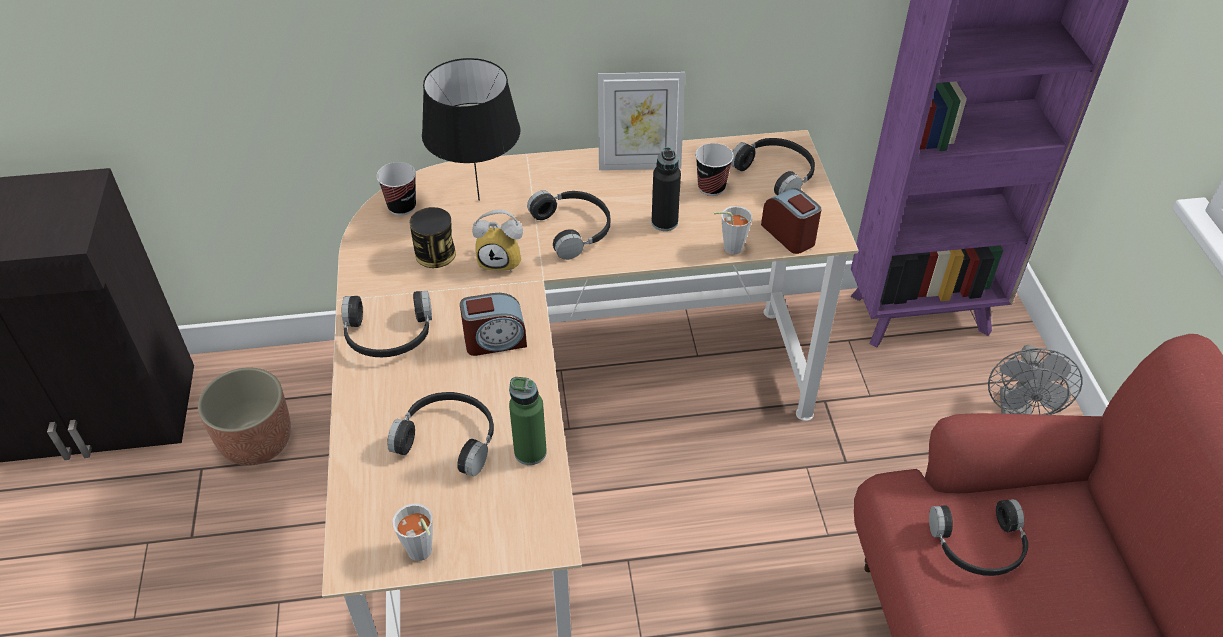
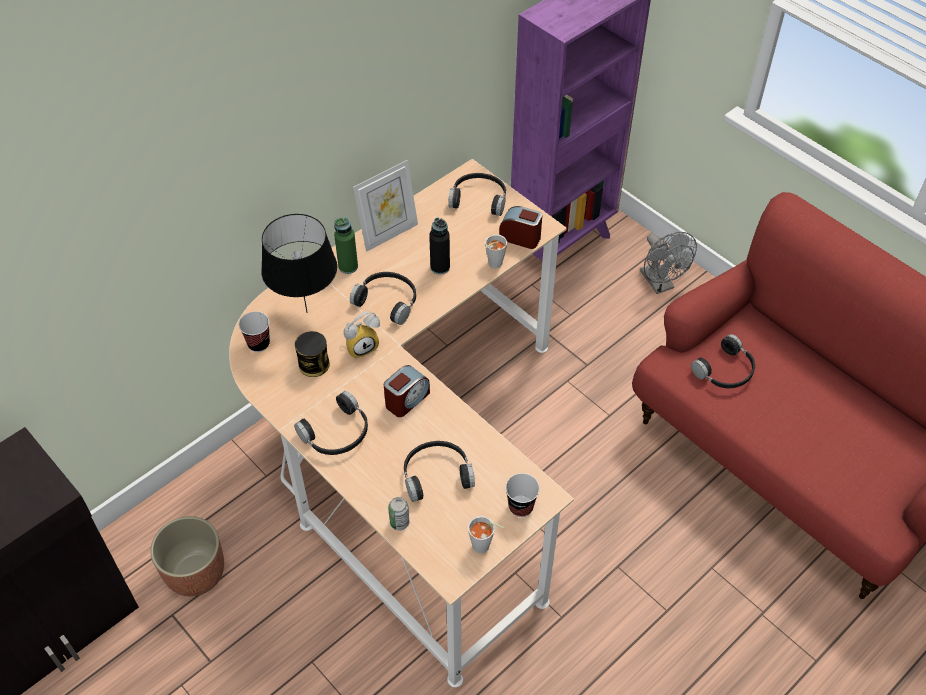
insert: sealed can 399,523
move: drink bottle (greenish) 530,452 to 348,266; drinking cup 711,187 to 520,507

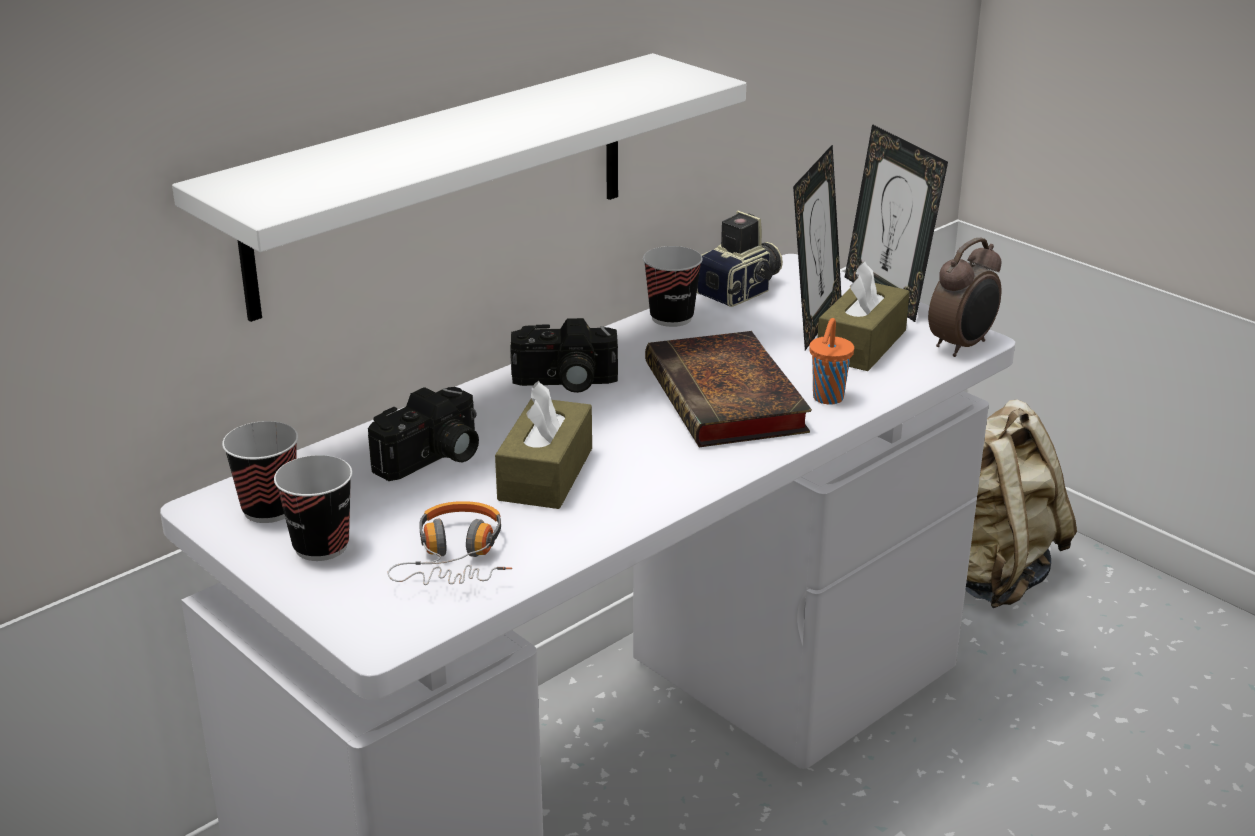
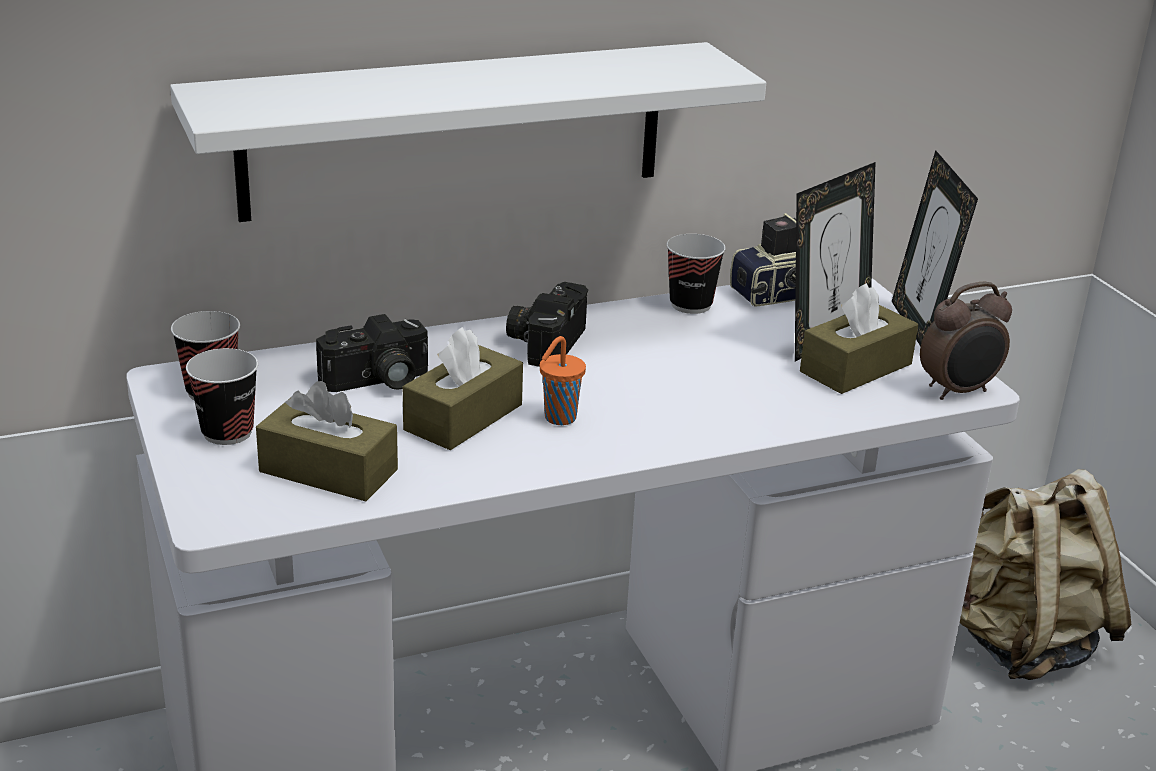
delete: volume 728,401
move: drinking cup (orange) 827,399 to 558,418
replace: pair of headphones 456,559 to box of tissues (brownish) 328,471
rotate: photo camera 564,382 = 545,341 90 degrees clockwise

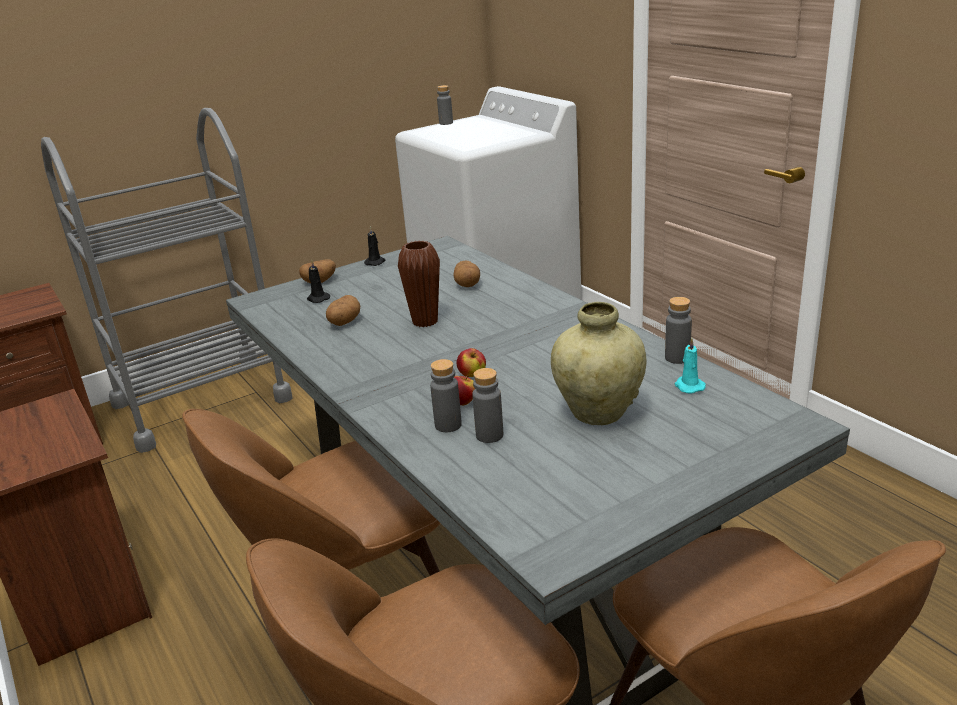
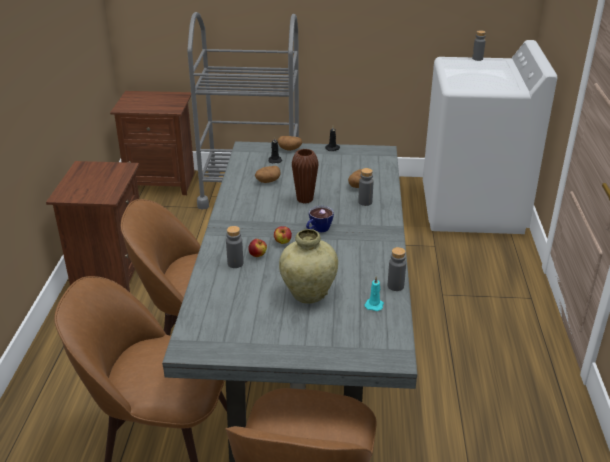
insert: drinking cup 318,229
move: drink bottle (greyish) 489,435 to 365,202

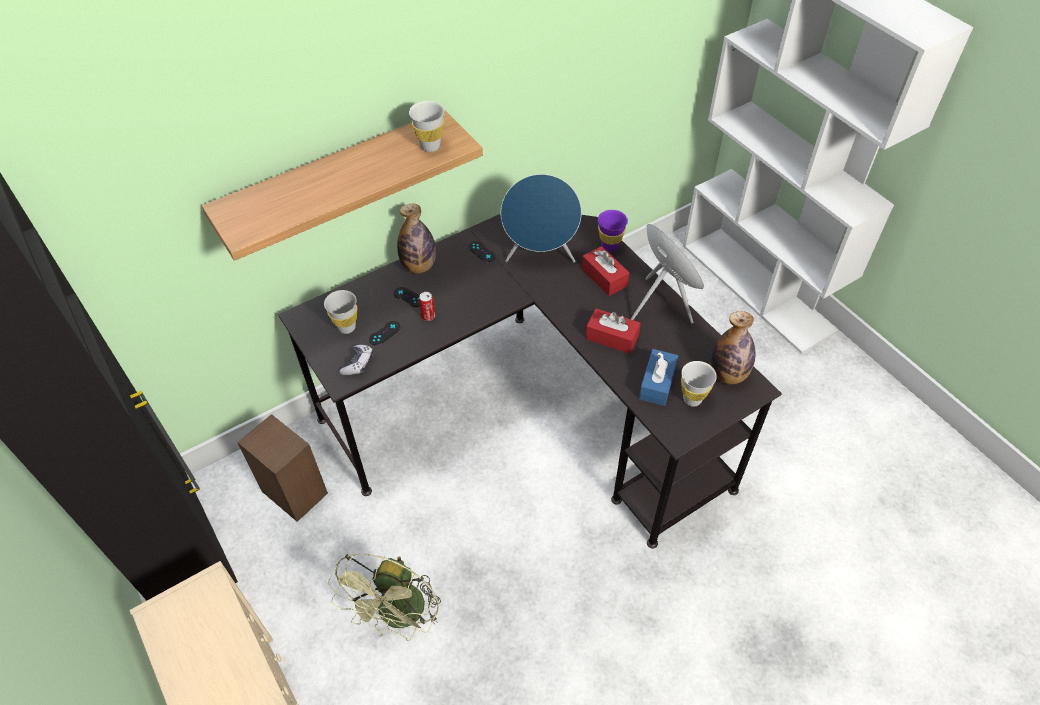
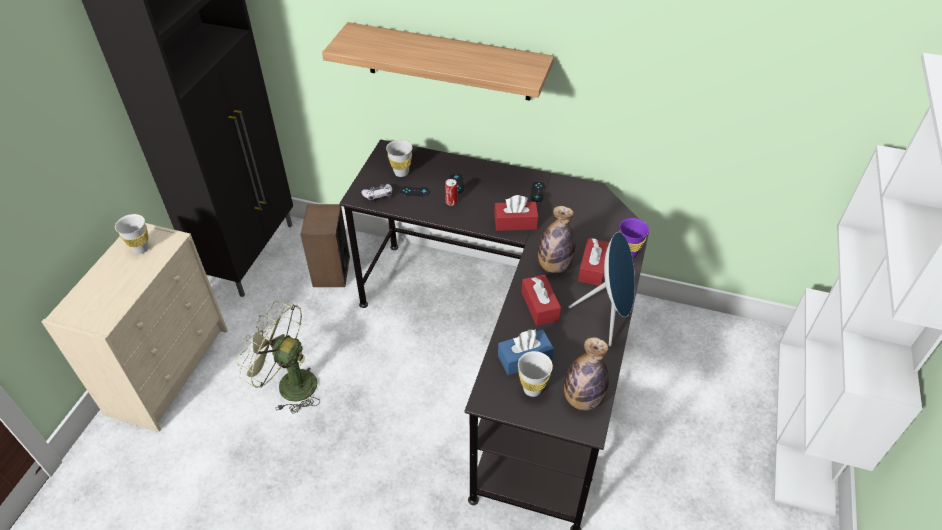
delete: speaker (blue) 540,256
insert: box of tissues (red) 515,222
move: drink bottle 419,266 to 554,266; drinking cup (whitish) 430,146 to 141,248
rotate: cooling fan (greenish) 399,617 = 289,384 45 degrees clockwise

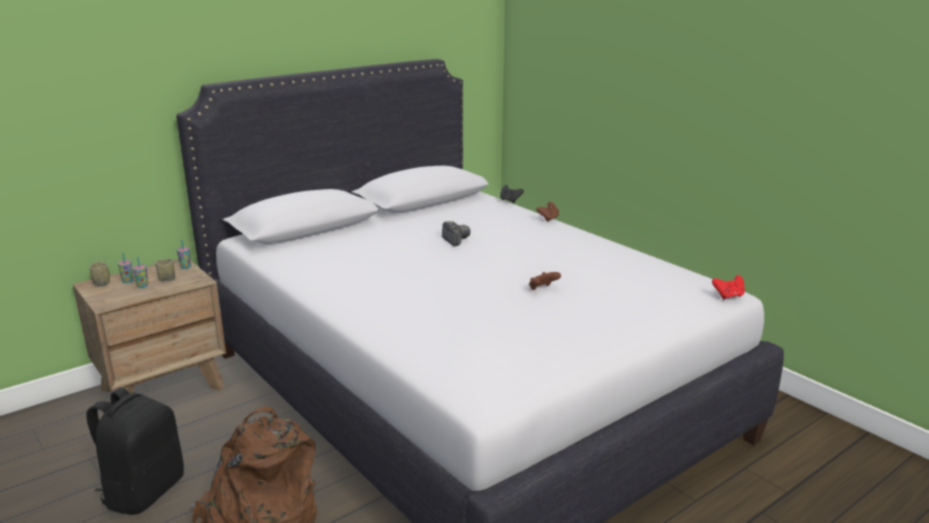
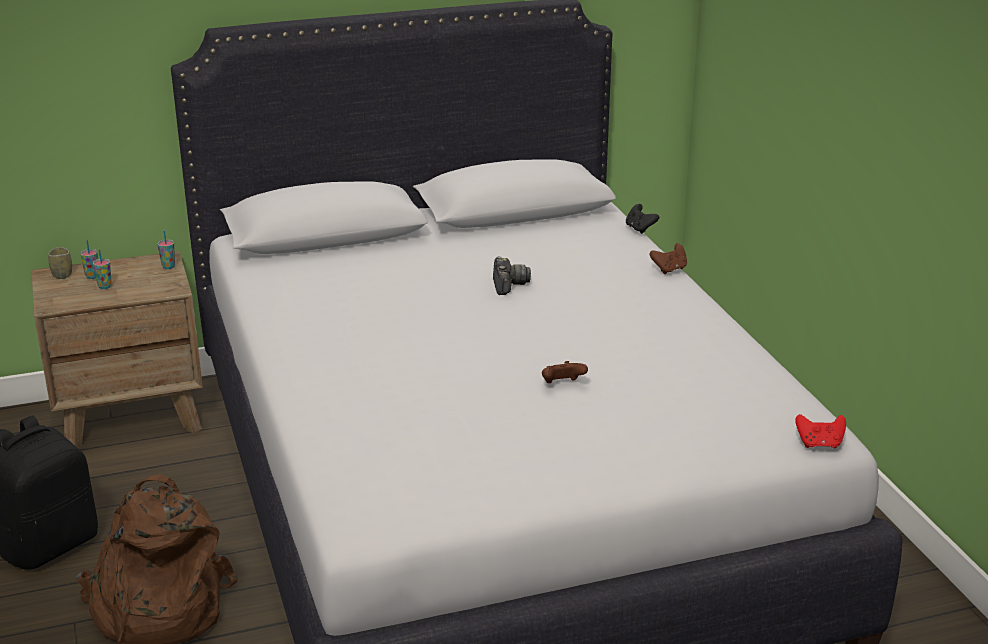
delete: drinking cup 167,279

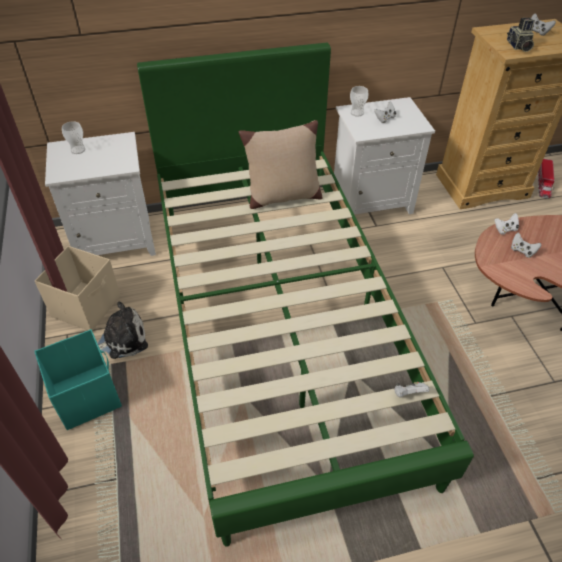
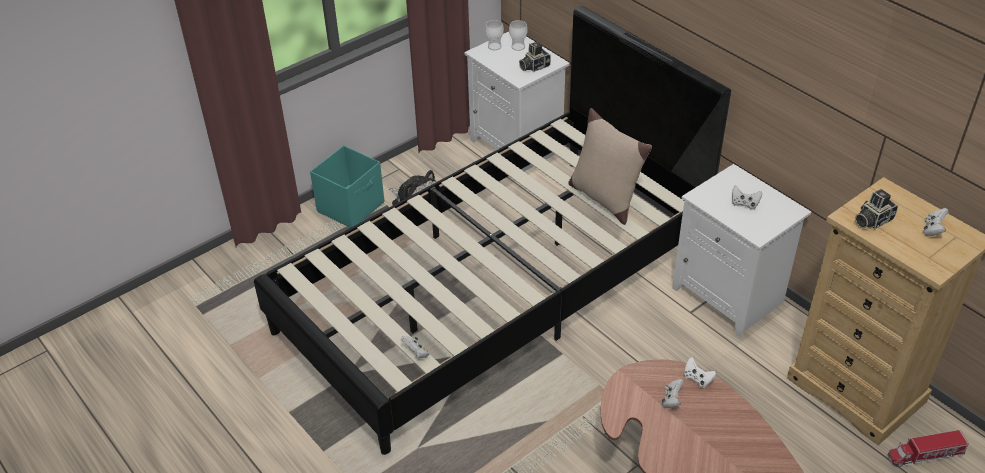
delete: storage bin (sand-coloured) 87,306
insert: photo camera 534,66
move: drinking cup 357,113 to 494,46
recolor: bed (greenish) 280,326 to bed (black-coloured) 494,288

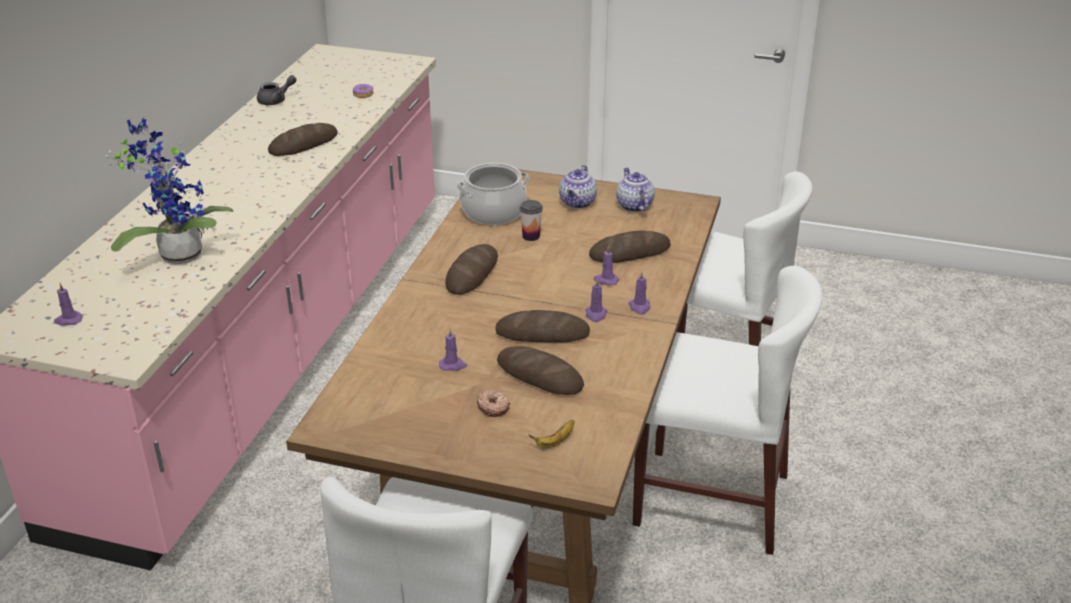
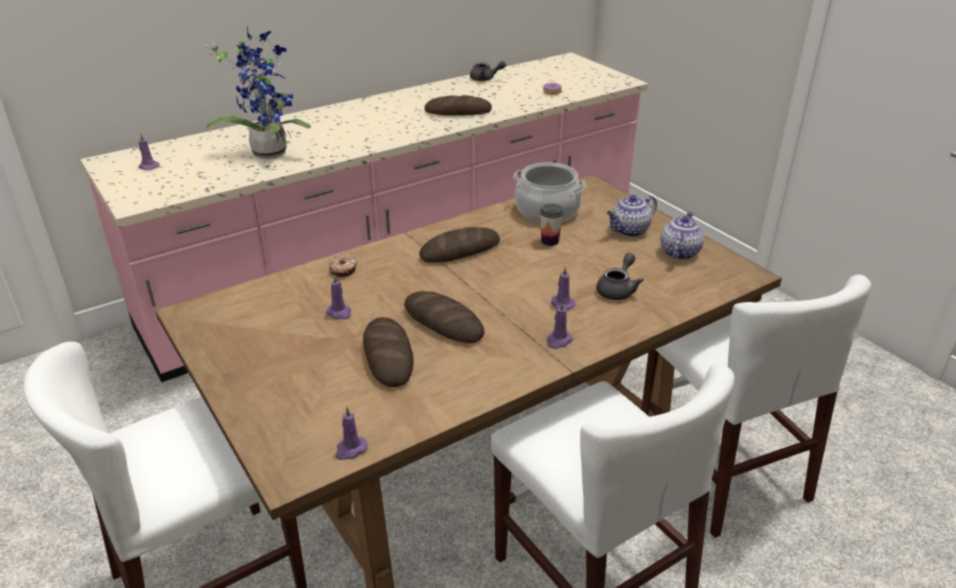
delete: banana fruit 555,442
move: doughnut 493,407 to 344,269; wax candle (purple) 596,315 to 350,449
replace: baked bread 629,252 to teapot (greyish) 618,289

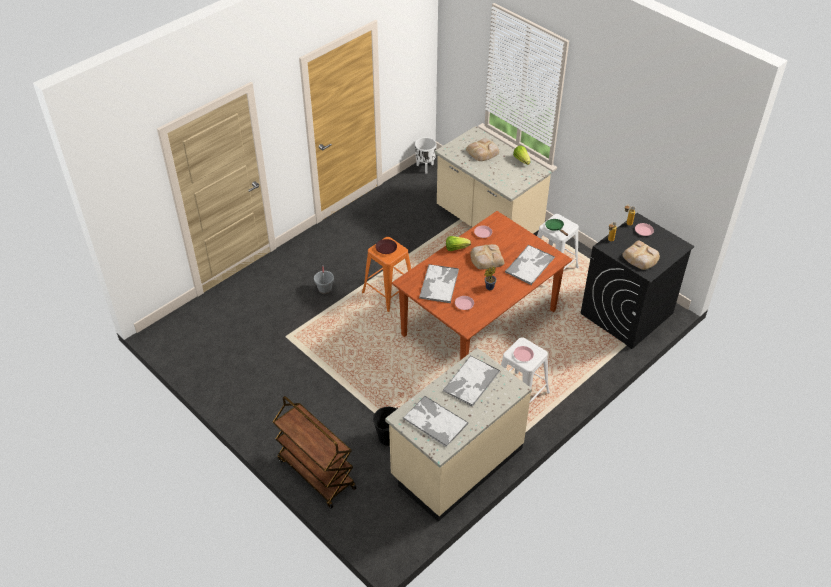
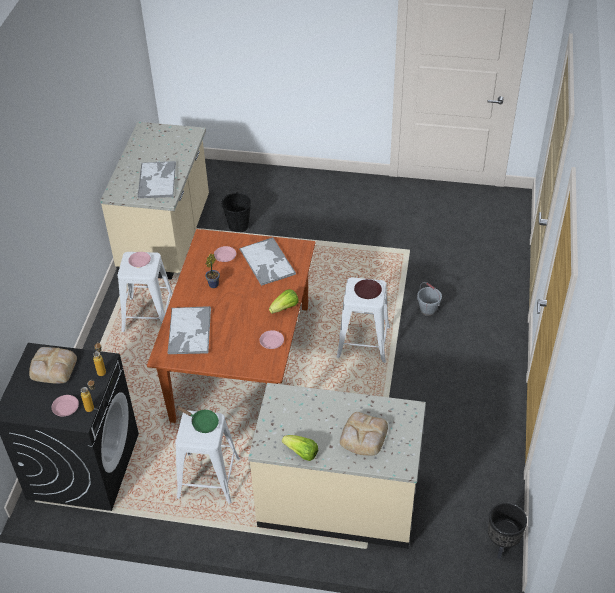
delete: wheeled cart (brownish) 316,473; tray 434,421; baked bread 486,258
recolor: sitting stool (orange) 389,292 to sitting stool (whitish) 363,342; flower pot (whitish) 425,167 to flower pot (black-coloured) 502,545

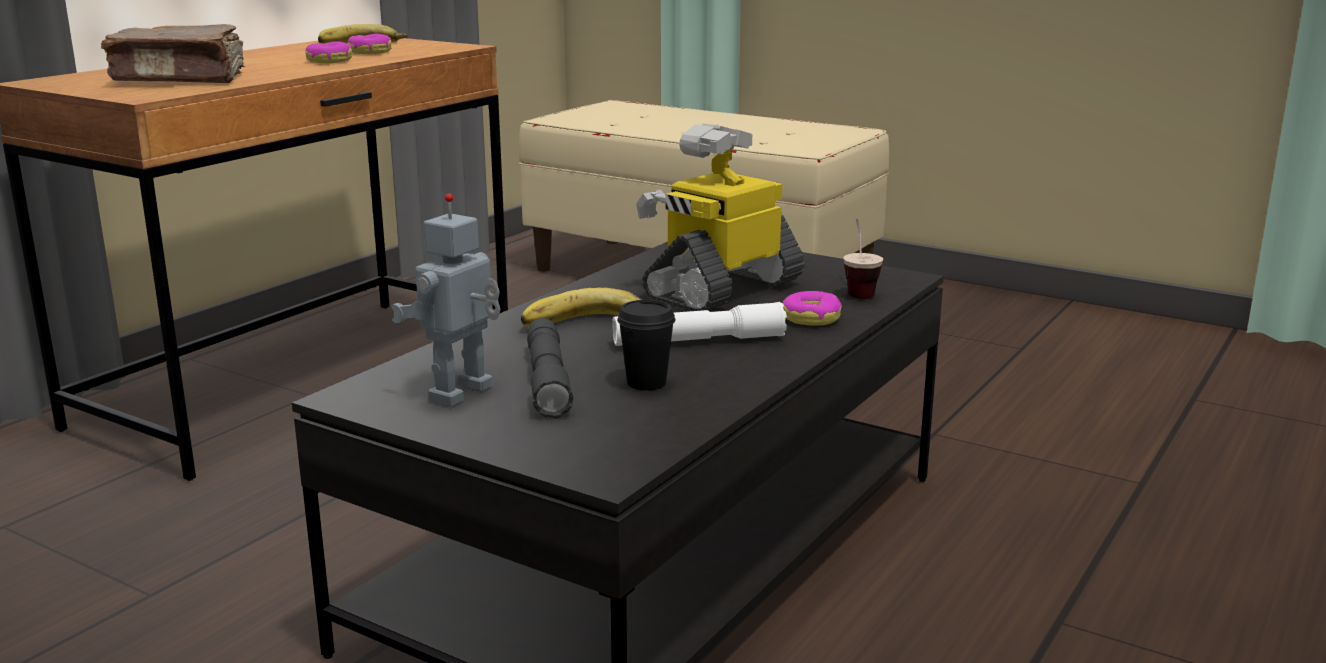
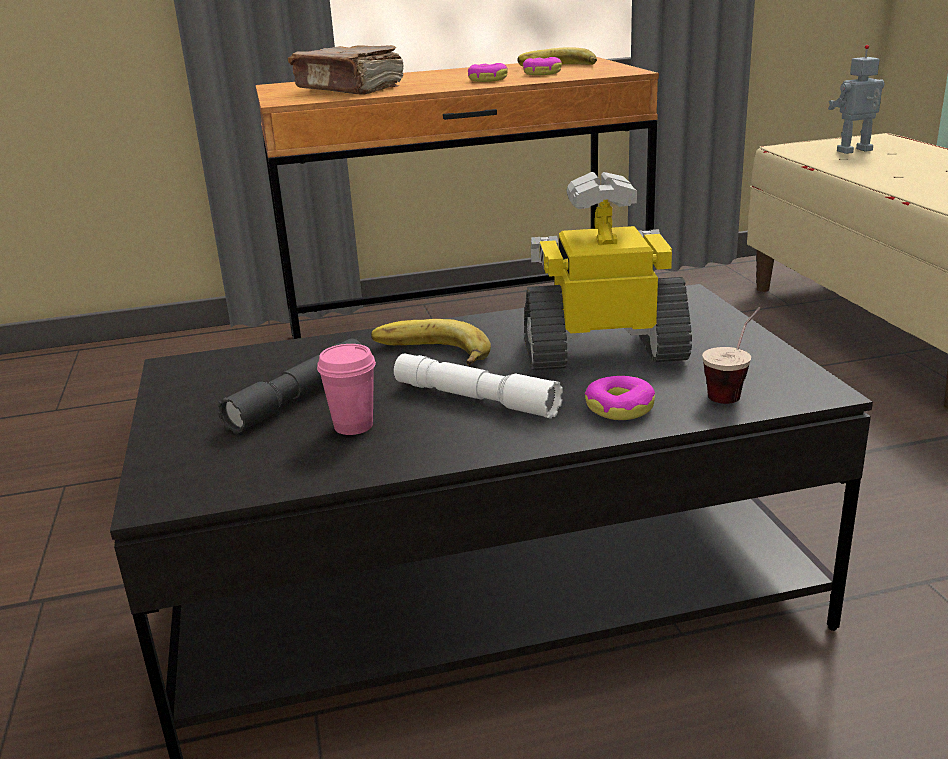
move: toy robot 464,394 to 855,151
recolor: drinking cup (black-coloured) 646,383 to drinking cup (pinkish) 353,426

